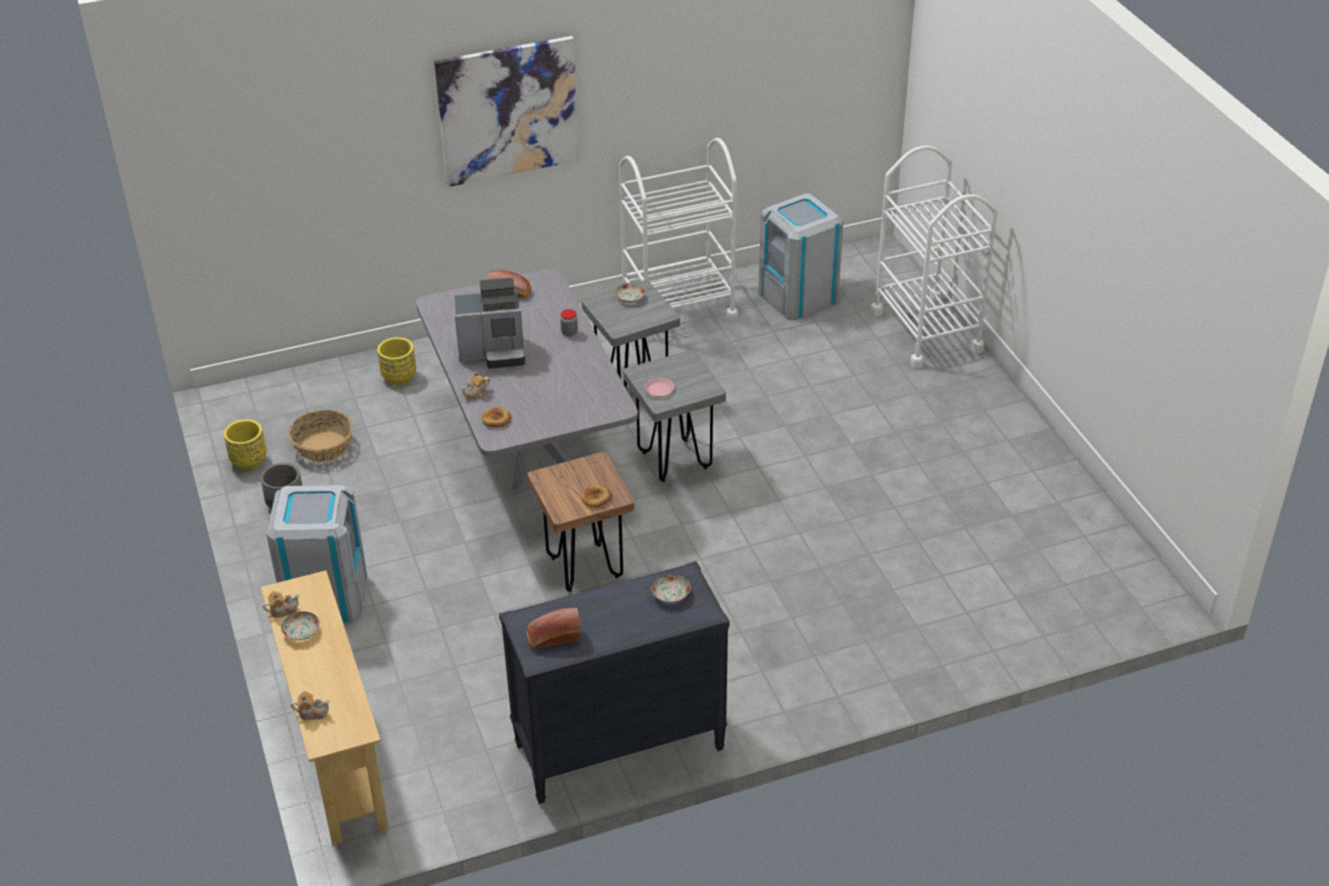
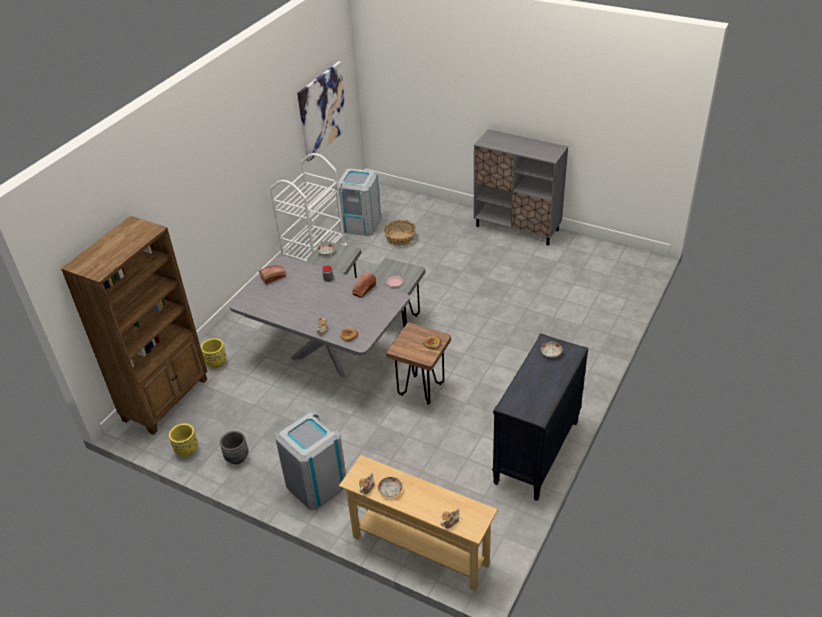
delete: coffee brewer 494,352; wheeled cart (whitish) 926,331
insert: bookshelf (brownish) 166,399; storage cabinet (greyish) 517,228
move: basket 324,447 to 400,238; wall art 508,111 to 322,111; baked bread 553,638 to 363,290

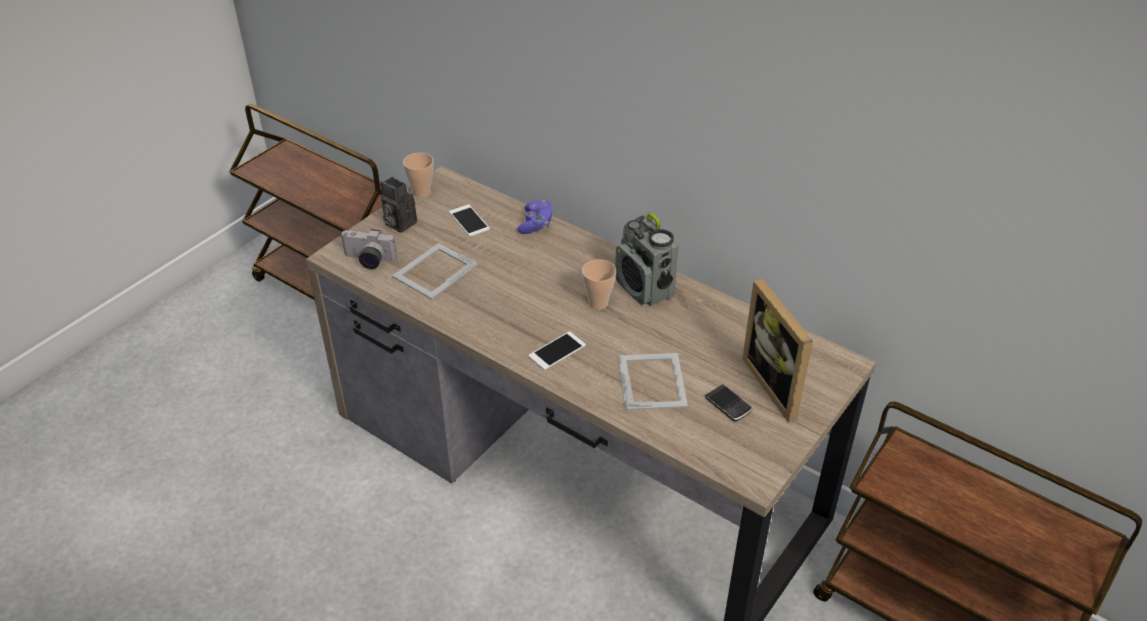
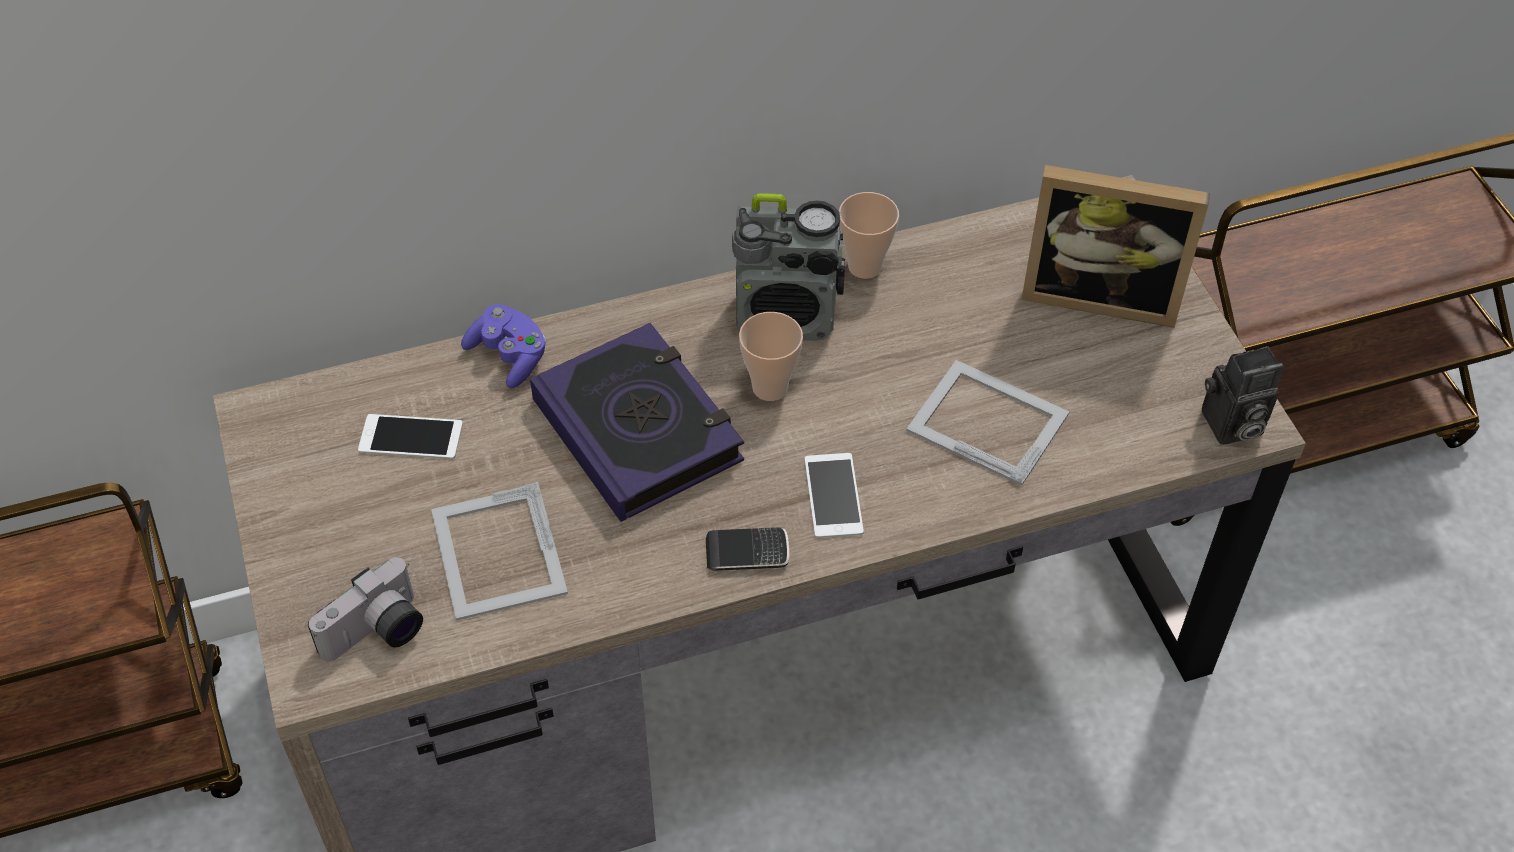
insert: volume 638,430
move: photo camera 398,223 to 1230,426; drinking cup 421,193 to 865,266; handset 728,405 to 747,552

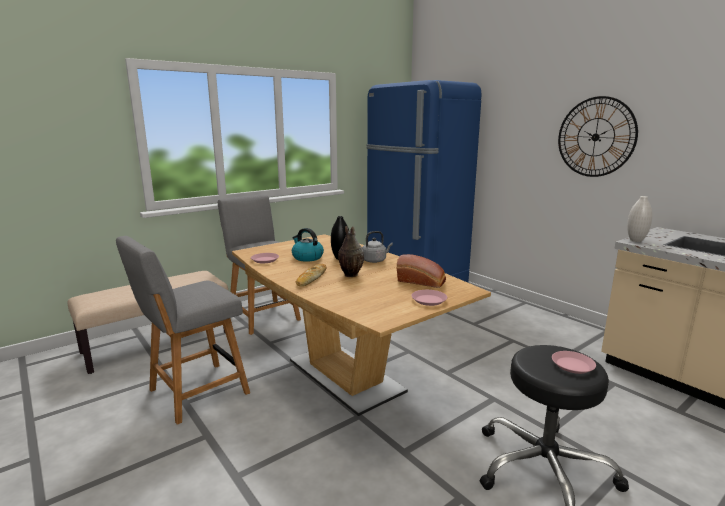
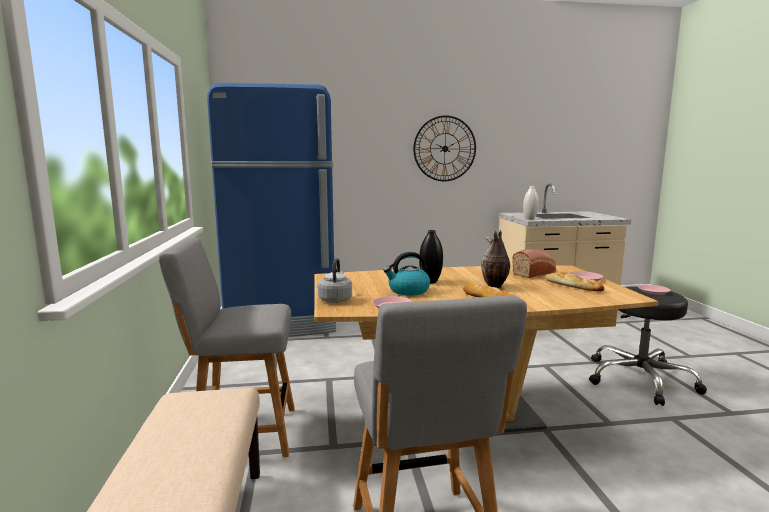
insert: baked bread 573,286
move: kettle (greyish) 375,260 to 335,299

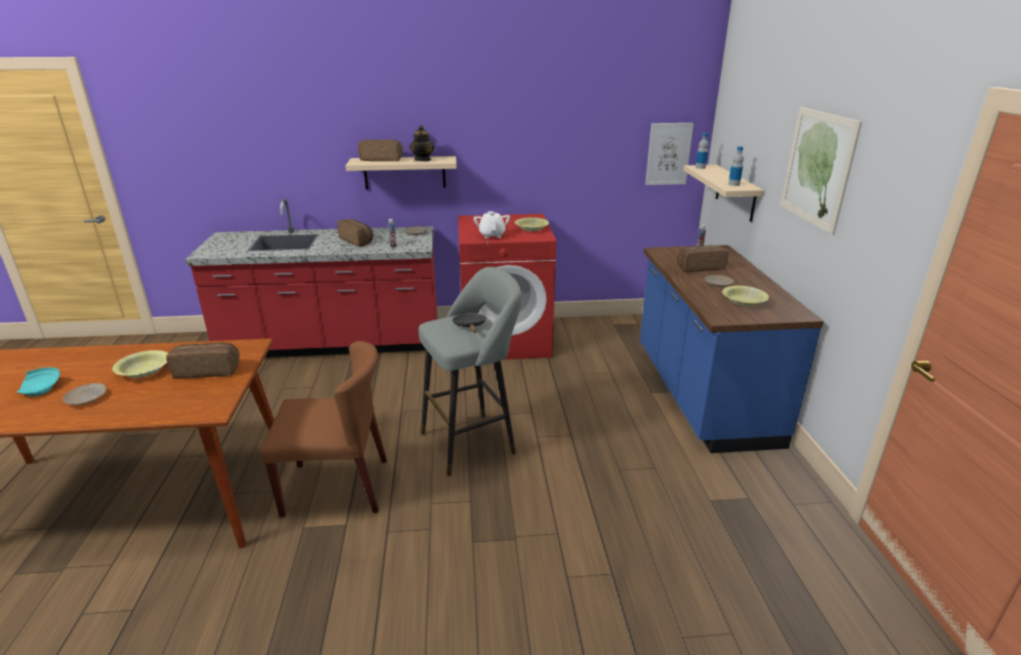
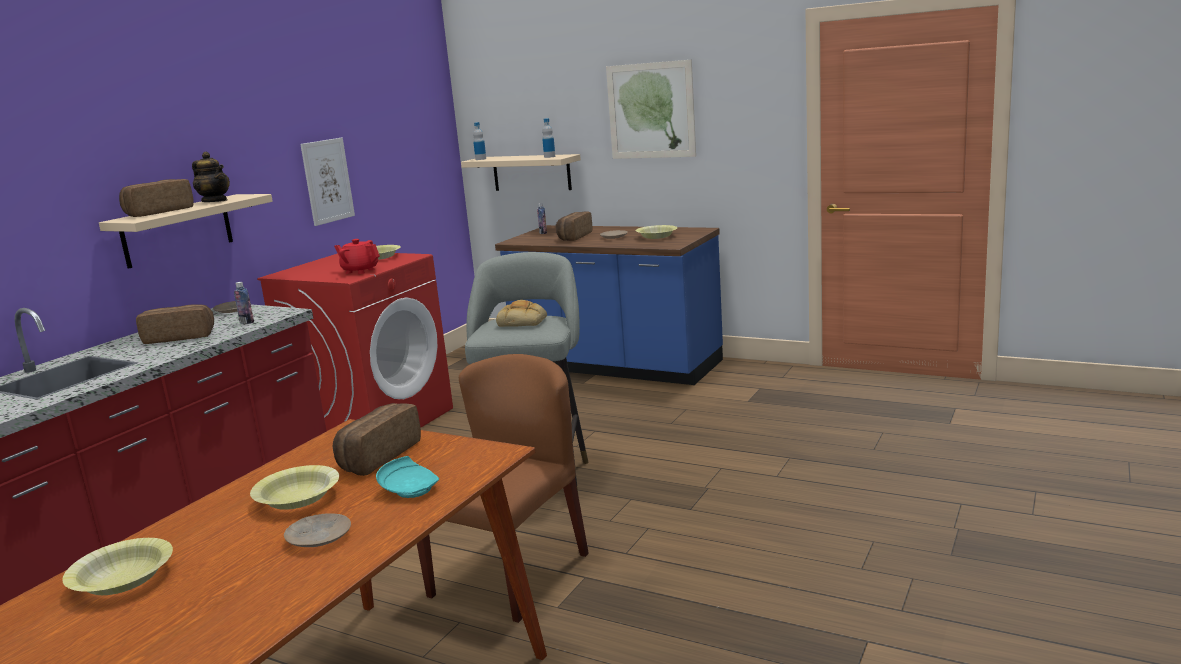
insert: bowl (yellowish) 123,579
move: flat dish (blue-green) 42,388 to 410,489; wall art 668,154 to 327,181
replace: skillet (black-coloured) 470,326 to baked bread 523,321
recolor: teapot (whitish) 492,235 to teapot (red) 360,271

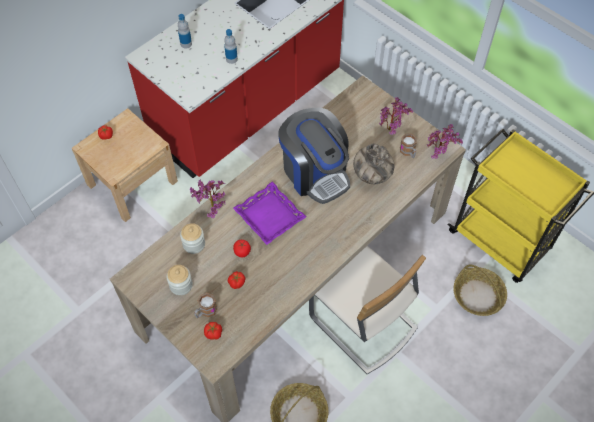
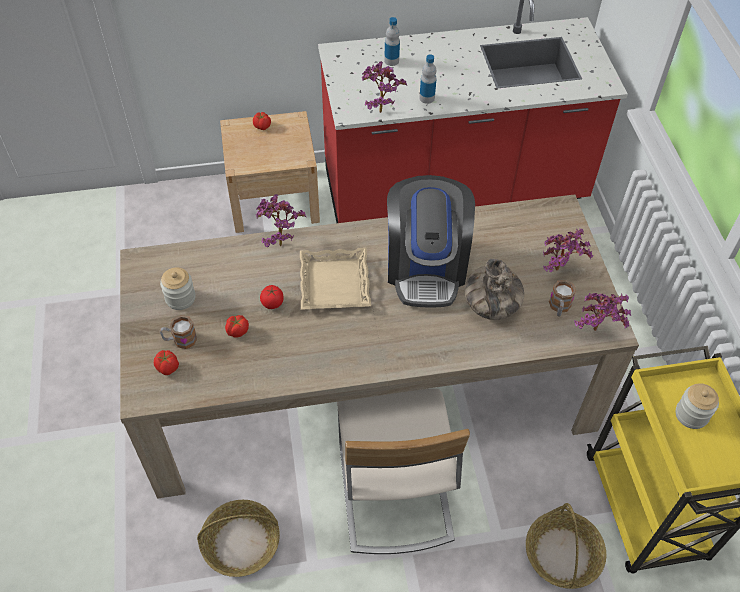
insert: potted plant 379,109
move: jar 194,244 to 691,415
recolor: tray (purple) 269,216 to tray (sand-coloured) 334,283

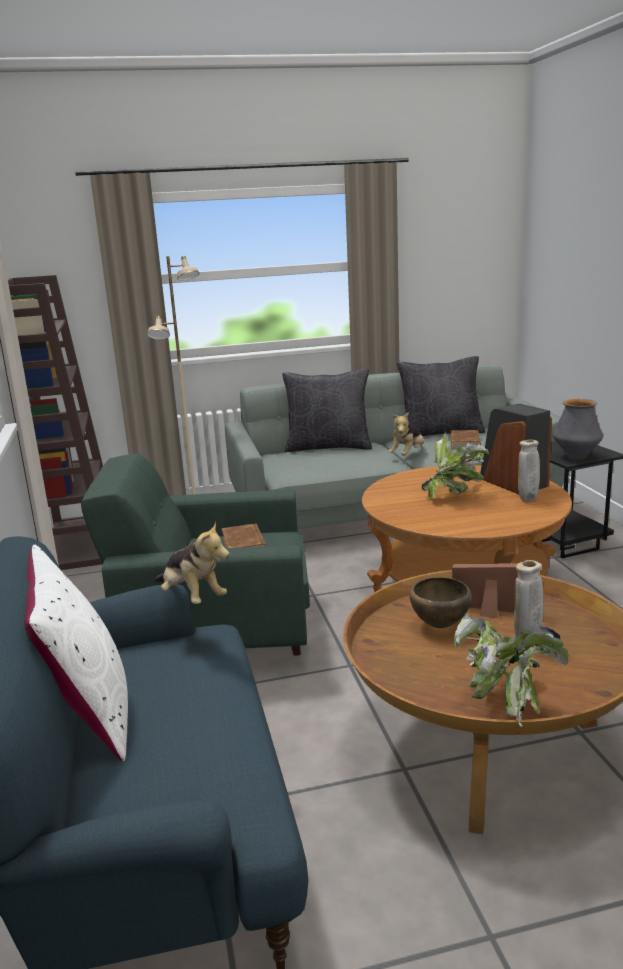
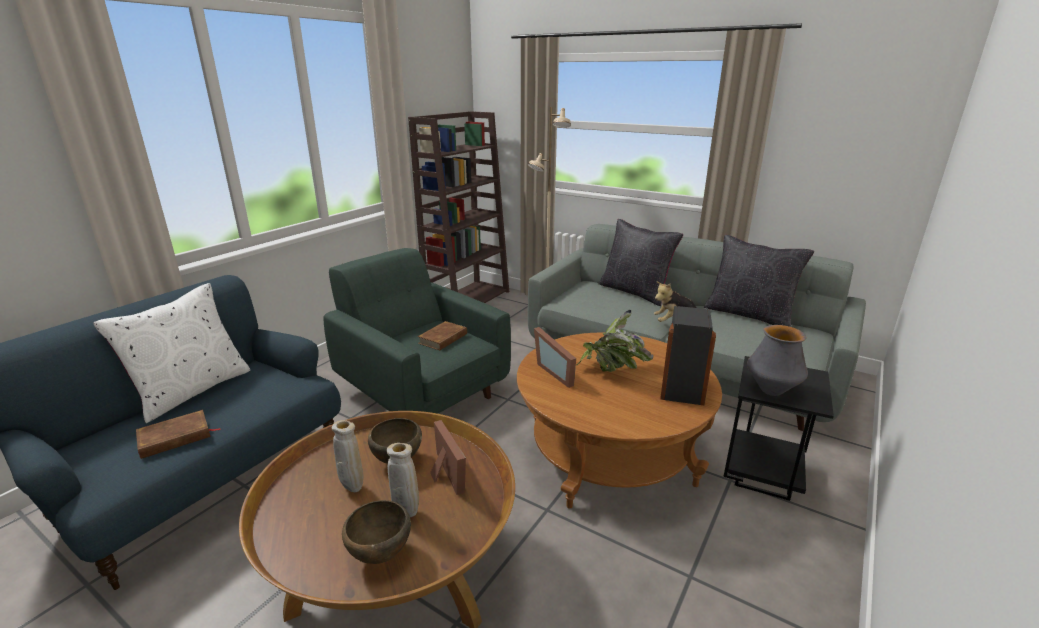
delete: cuddly toy 192,597; potted plant 505,701
insert: bowl (brownish) 380,555; picture frame 557,371
move: volume (brownish) 465,443 to 175,438; flower vase (sand-coloured) 527,500 to 352,488

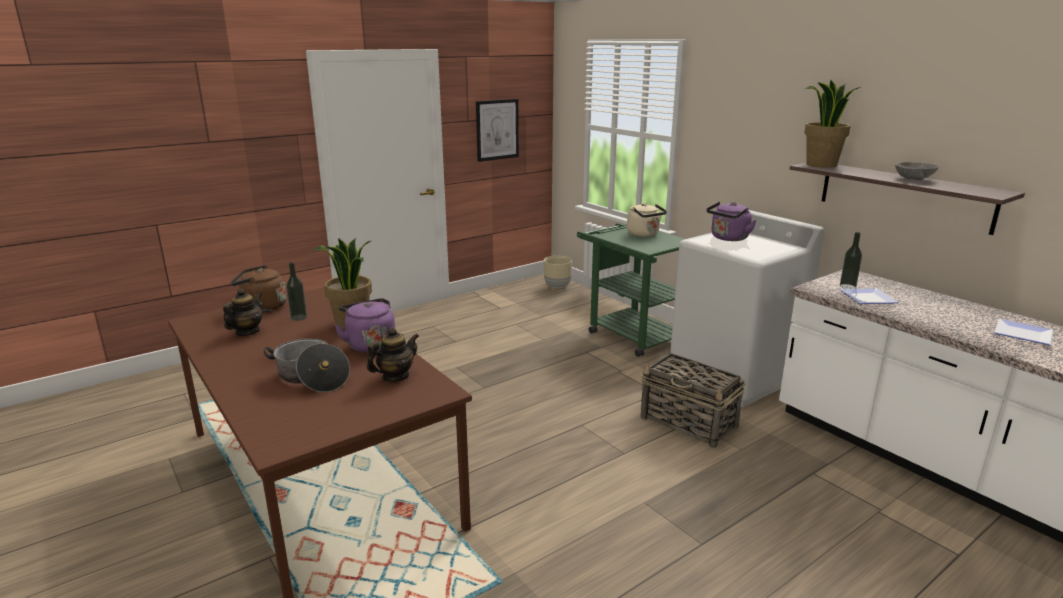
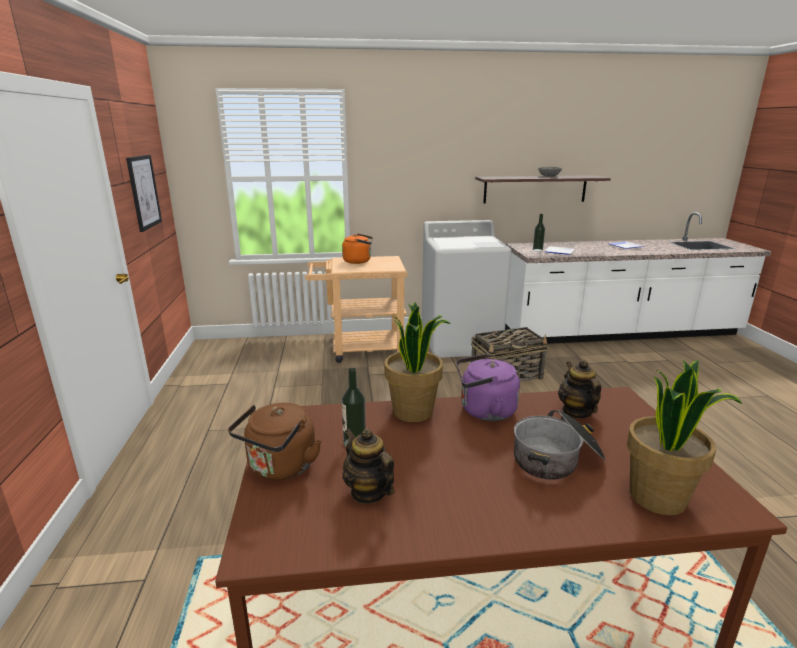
delete: flower pot (sand-coloured) 557,286; kettle (purple) 728,238
move: potted plant 821,165 to 658,498
recolor: wheeled cart (greenish) 630,333 to wheeled cart (sand-coloured) 360,350; kettle (sand-coloured) 644,234 to kettle (orange) 359,261

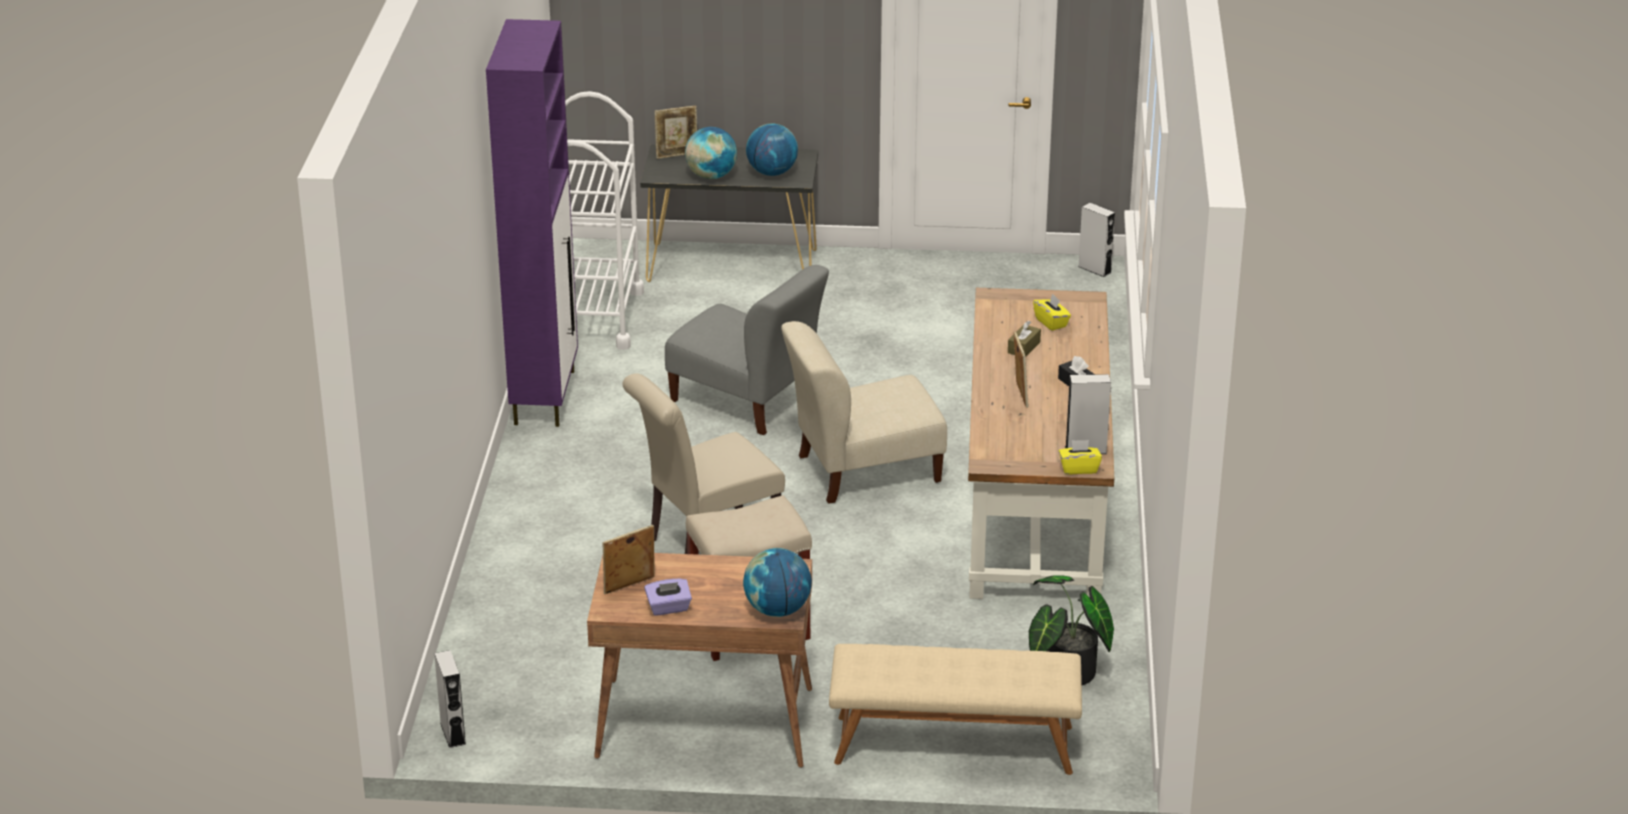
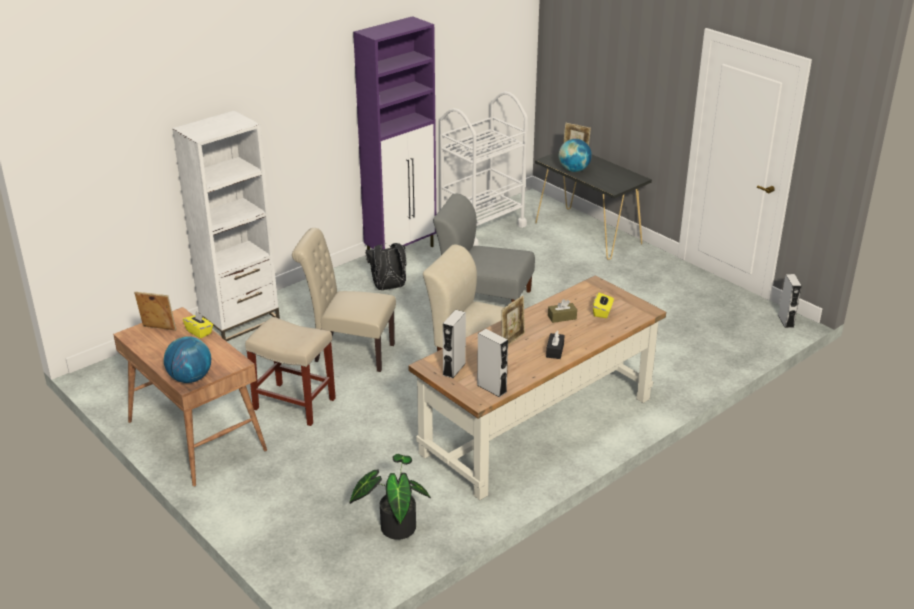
delete: box of tissues (purple) 668,608; world globe 772,173; bench (sand-coloured) 953,745
insert: bookshelf (whitish) 240,321; backpack (black-coloured) 388,288
move: speaker (greyish) 453,733 to 454,369; box of tissues (yellowish) 1079,468 to 199,332
rotate: plain chair (greyish) 746,401 = 484,297 120 degrees clockwise

